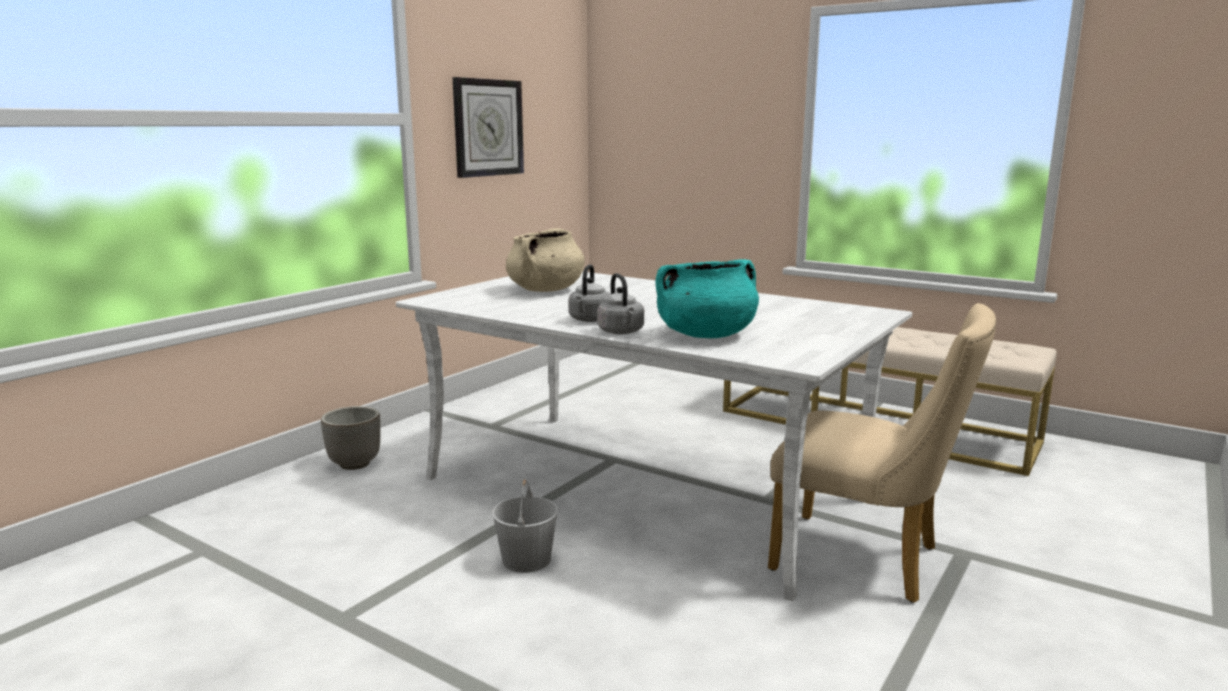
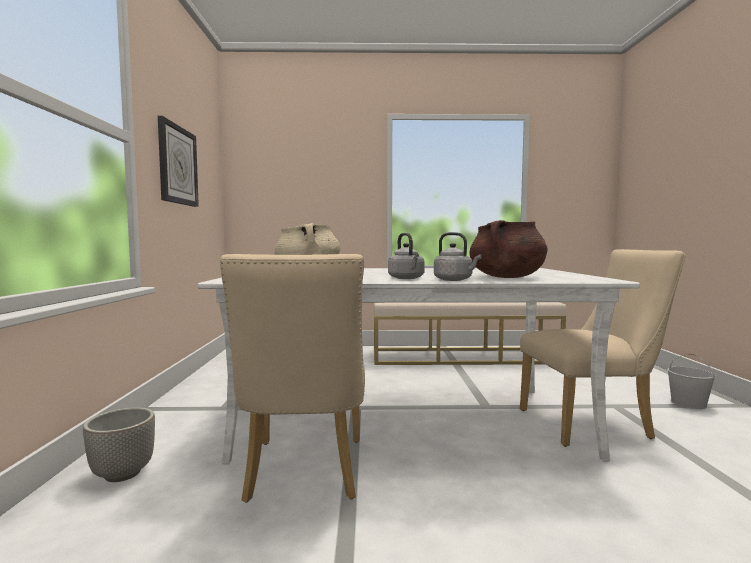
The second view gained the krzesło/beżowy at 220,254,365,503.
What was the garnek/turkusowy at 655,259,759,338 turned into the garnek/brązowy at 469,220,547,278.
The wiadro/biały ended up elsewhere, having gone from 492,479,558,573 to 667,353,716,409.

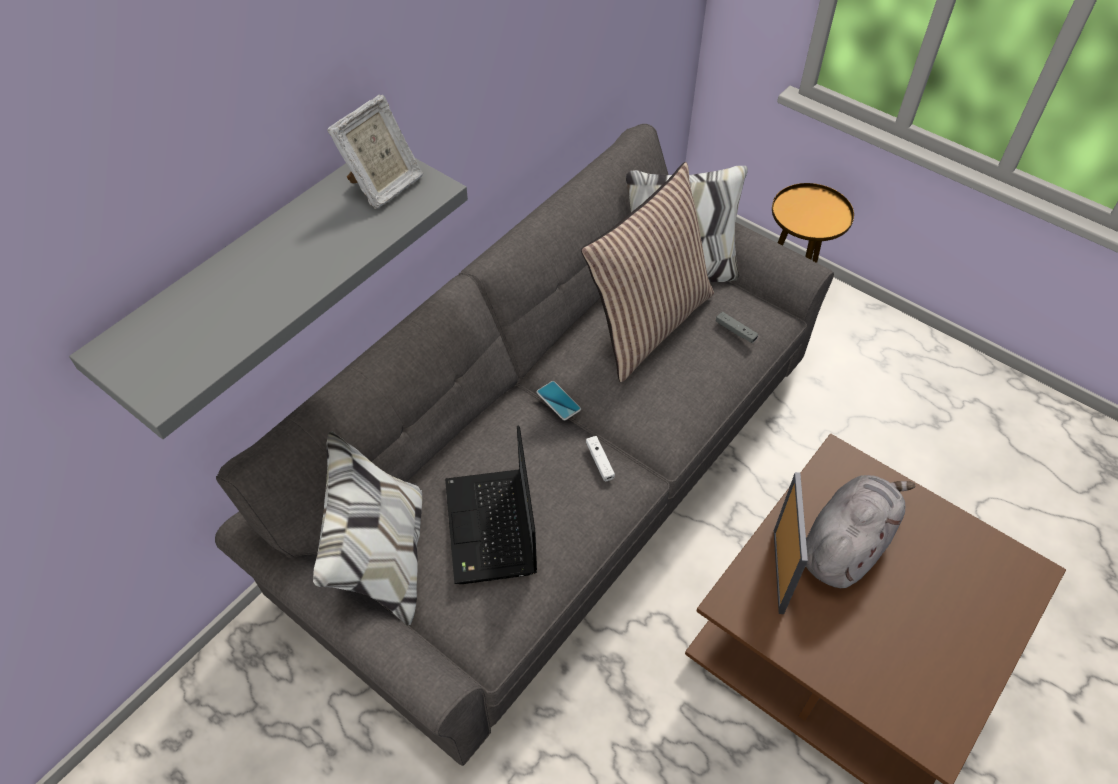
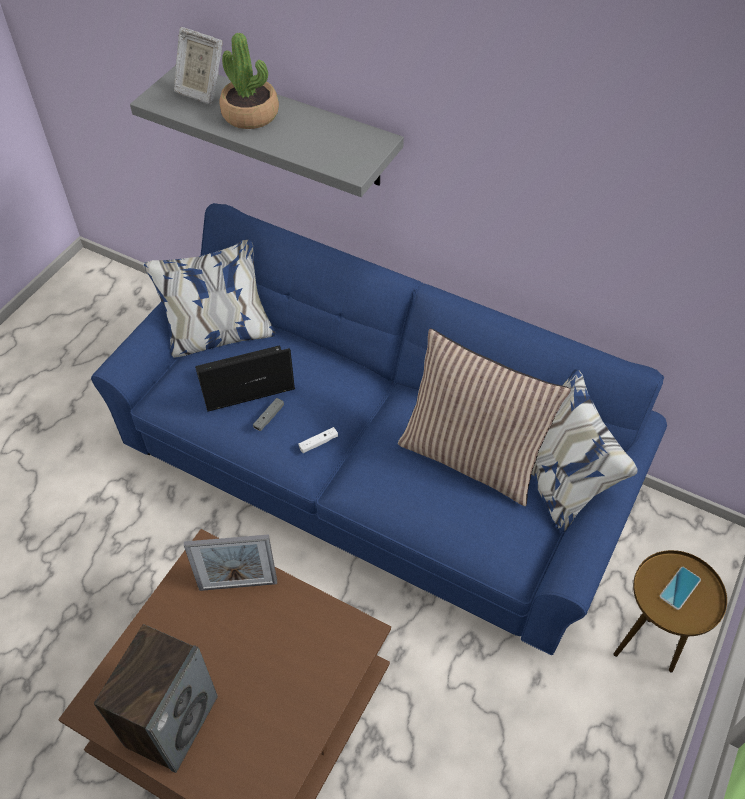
What was the kanapa/szary at 215,124,834,766 turned into the kanapa/niebieski at 91,203,667,655.
The second view gained the głośnik at 94,624,218,773.
The ramka na zdjęcie ended up elsewhere, having gone from 327,94,423,209 to 174,27,223,105.
The second view gained the roślina doniczkowa at 219,33,279,129.
The pad do gier/szary ended up elsewhere, having gone from 716,312,758,343 to 253,398,284,431.
The telefon ended up elsewhere, having gone from 536,381,581,420 to 660,567,701,610.
The second view lost the pluszak/szary at 806,475,916,588.

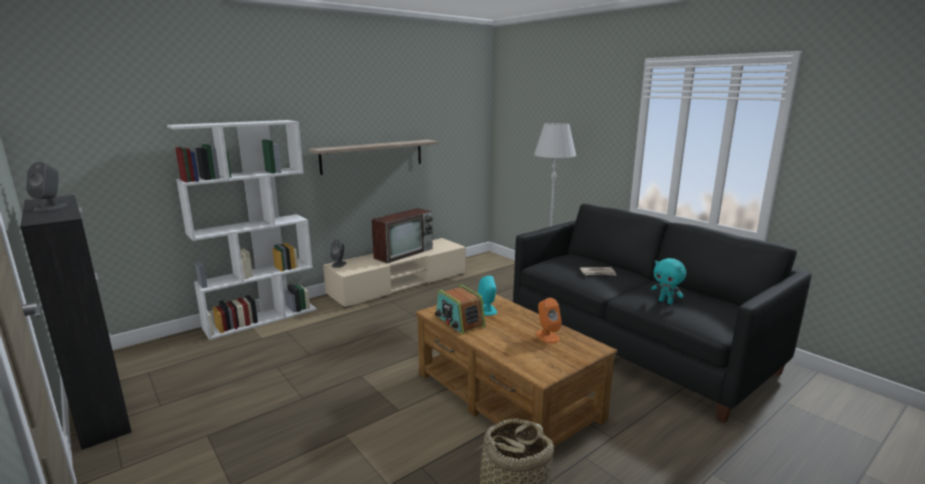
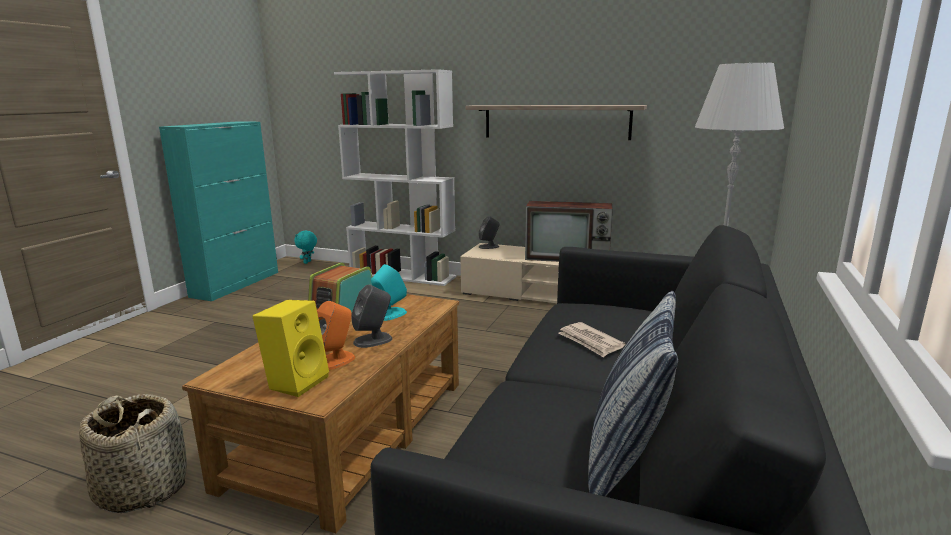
What was the szafka/czarny at 20,195,132,450 turned into the szafka/turkusowy at 159,121,278,301.
The second view gained the głośnik/żółty at 252,300,329,397.
The pluszak/turkusowy ended up elsewhere, having gone from 651,258,686,304 to 294,230,317,264.
The głośnik/szary ended up elsewhere, having gone from 26,162,67,211 to 351,284,392,348.
The second view gained the poduszka at 588,291,678,497.

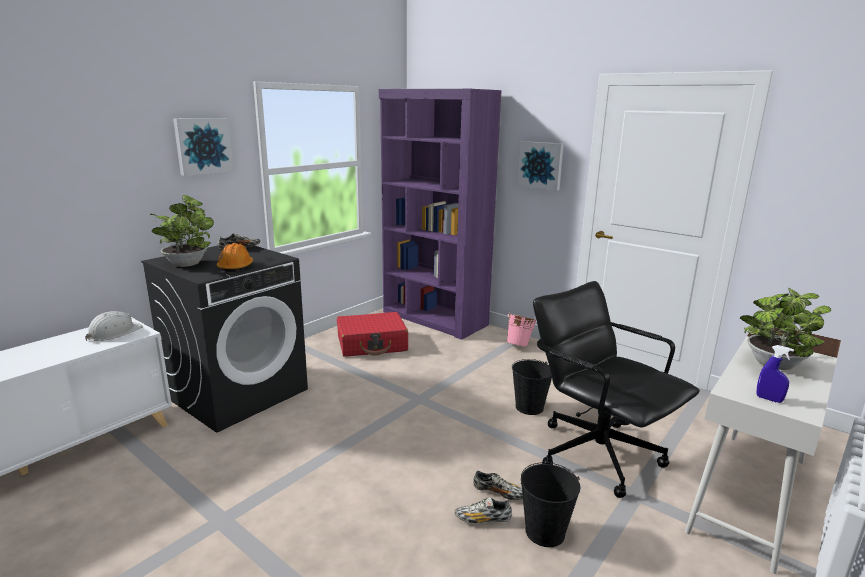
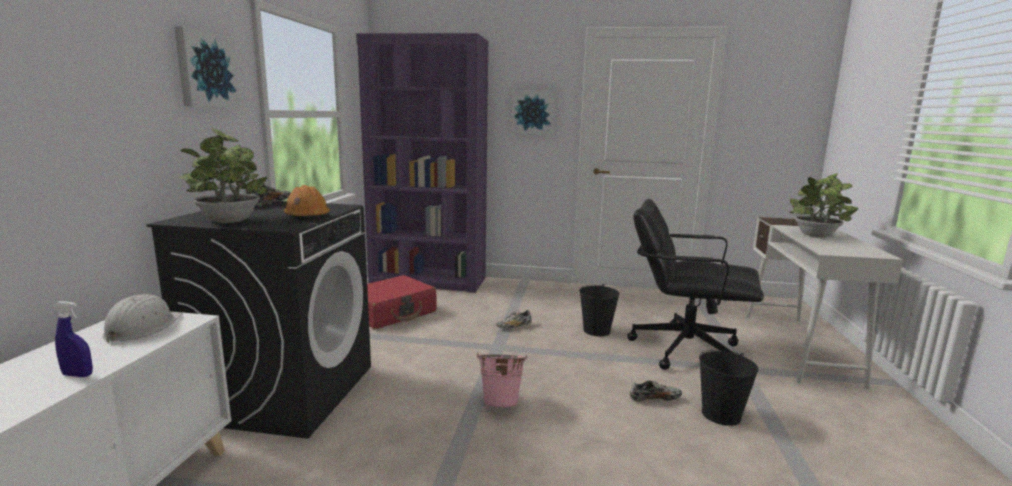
The spryskiwacz/niebieski ended up elsewhere, having gone from 757,345,794,403 to 53,301,93,377.
The wiadro/różowy ended up elsewhere, having gone from 507,312,537,347 to 477,352,528,408.
The but ended up elsewhere, having gone from 455,497,512,524 to 496,310,532,328.

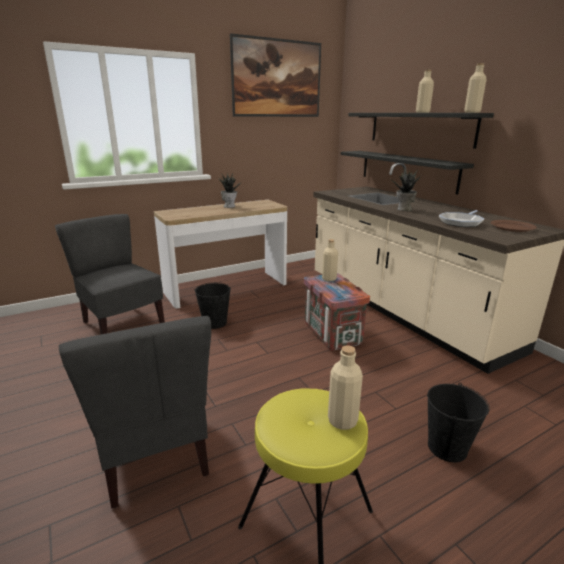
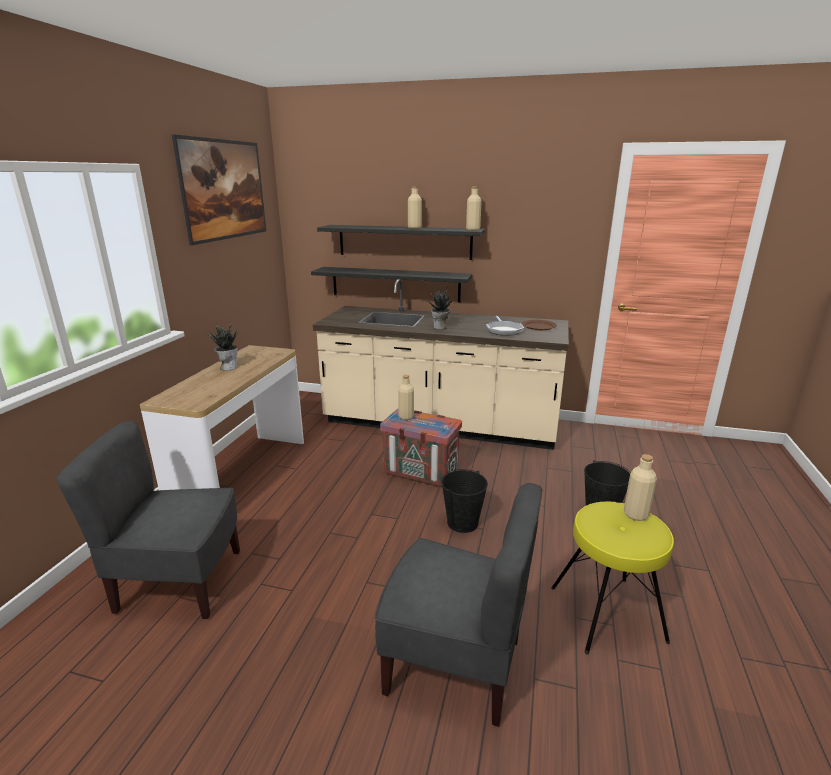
The wiadro/czarny ended up elsewhere, having gone from 194,282,231,329 to 441,469,488,533.

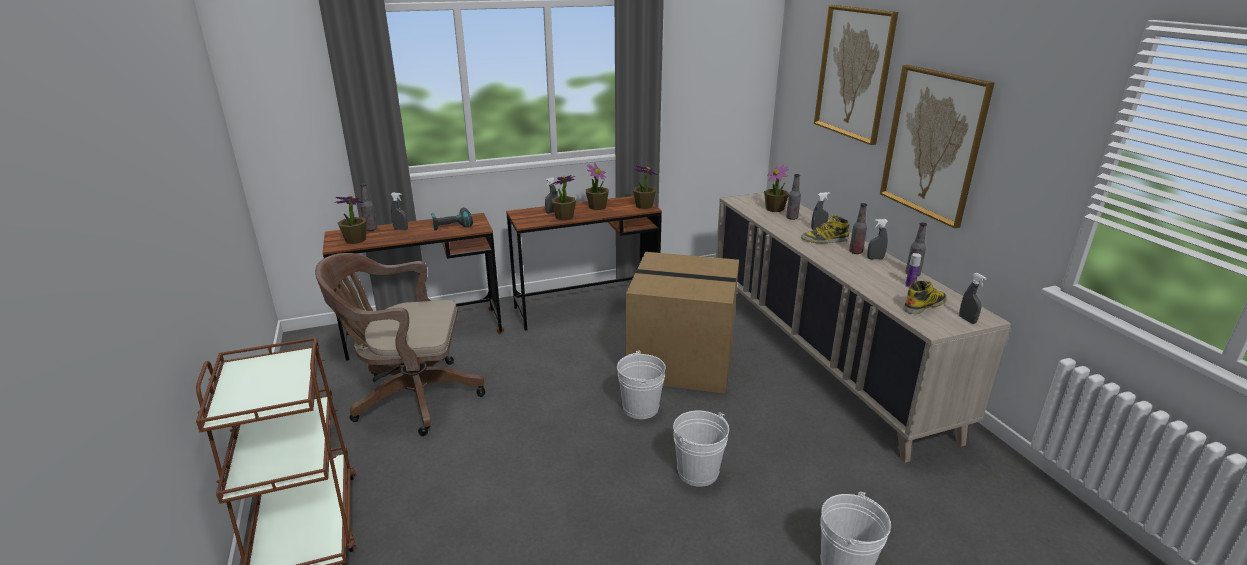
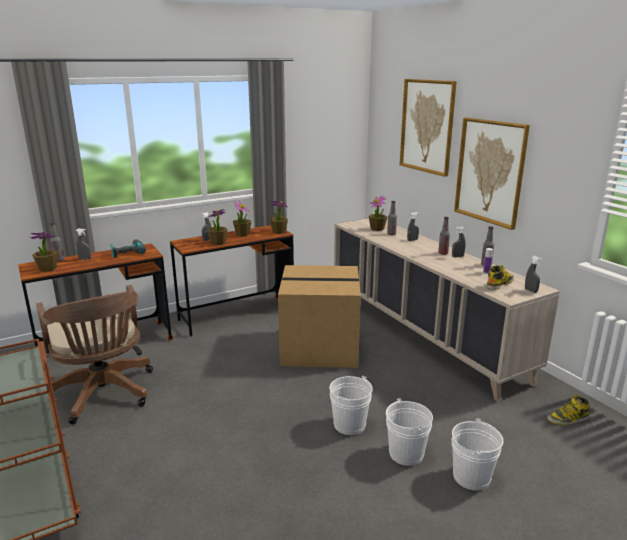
The krzesło biurowe/brązowy at 315,253,485,436 ended up facing another way, 105 degrees counterclockwise from before.
The wiadro/biały ended up elsewhere, having gone from 617,351,666,419 to 386,398,433,466.
The but z cholewką ended up elsewhere, having gone from 801,215,849,243 to 547,395,590,425.

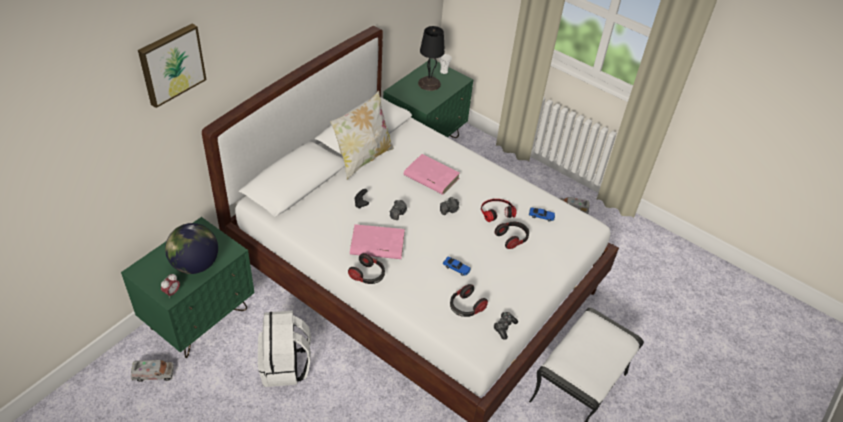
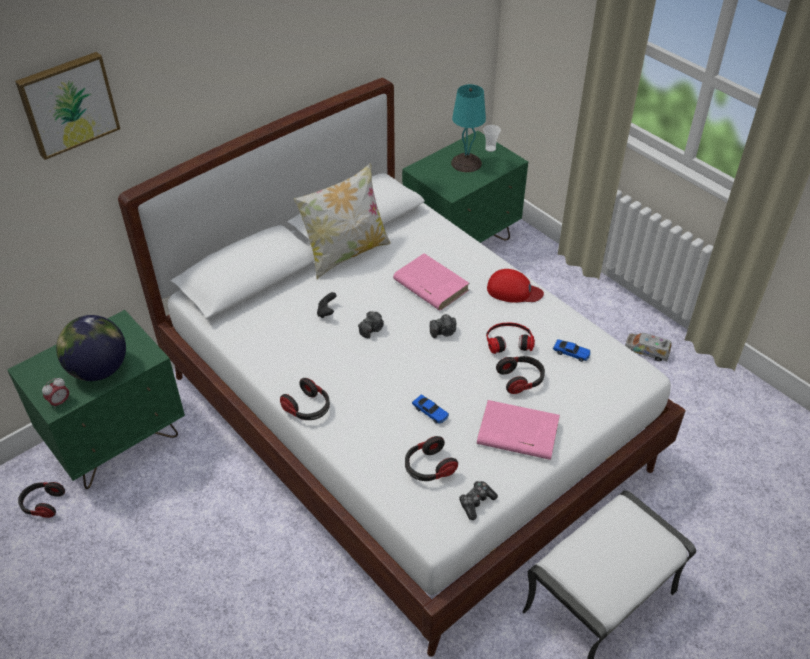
Where the ciężarówka zabawkowa stood at 131,360,174,382, the słuchawki came to stand at 18,482,65,518.
What was the lampa stołowa/czarny at 418,26,445,91 turned into the lampa stołowa/turkusowy at 451,84,486,172.
The książka/różowy ended up elsewhere, having gone from 350,224,405,259 to 477,400,560,460.
The second view gained the czapka z daszkiem/czerwony at 487,269,544,303.
The second view lost the plecak/biały at 258,311,311,387.

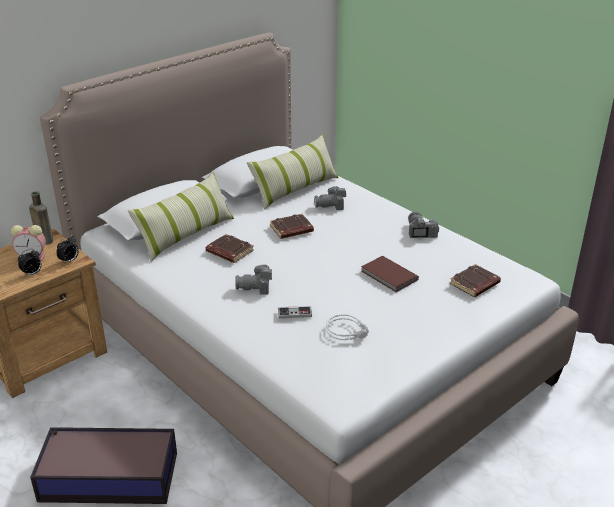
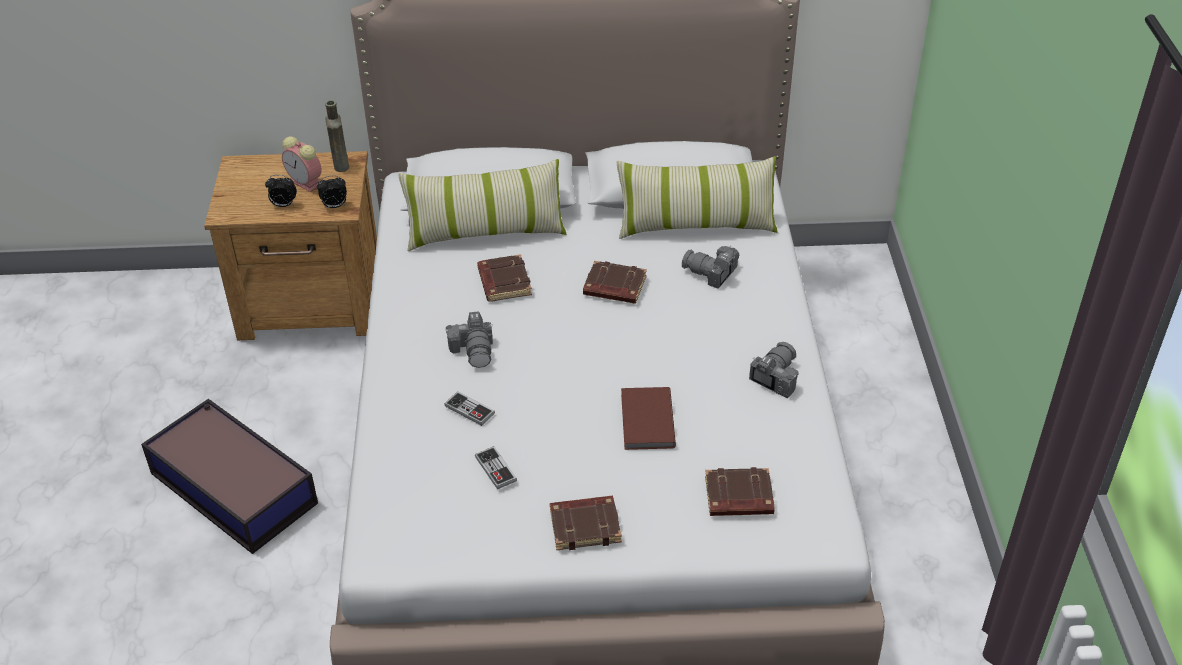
The aparat fotograficzny at 235,264,272,295 ended up facing another way, 135 degrees counterclockwise from before.
Where the słuchawki/szary stood at 326,314,368,340, the pad do gier came to stand at 475,446,517,489.
The second view gained the książka/brązowy at 550,496,622,550.

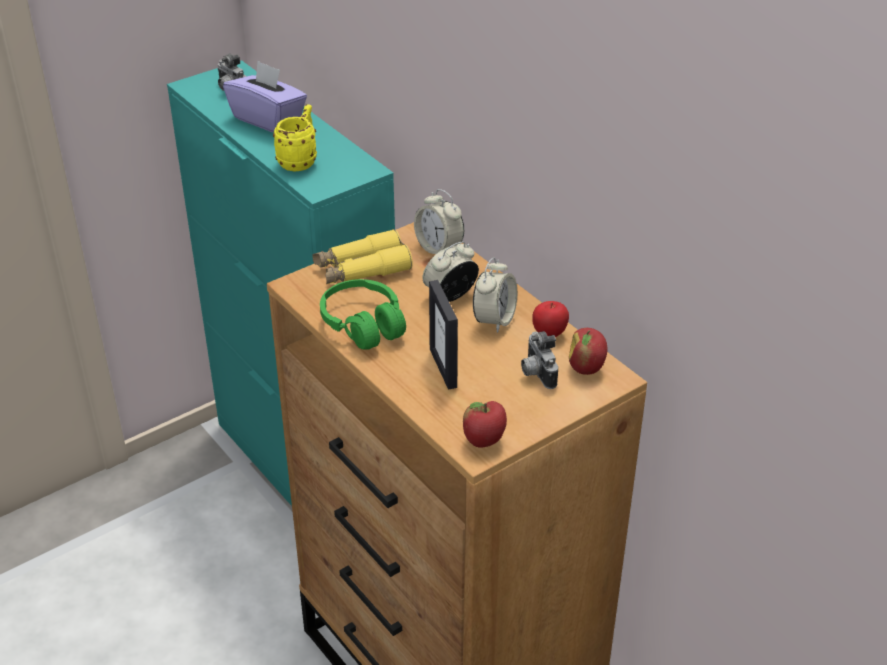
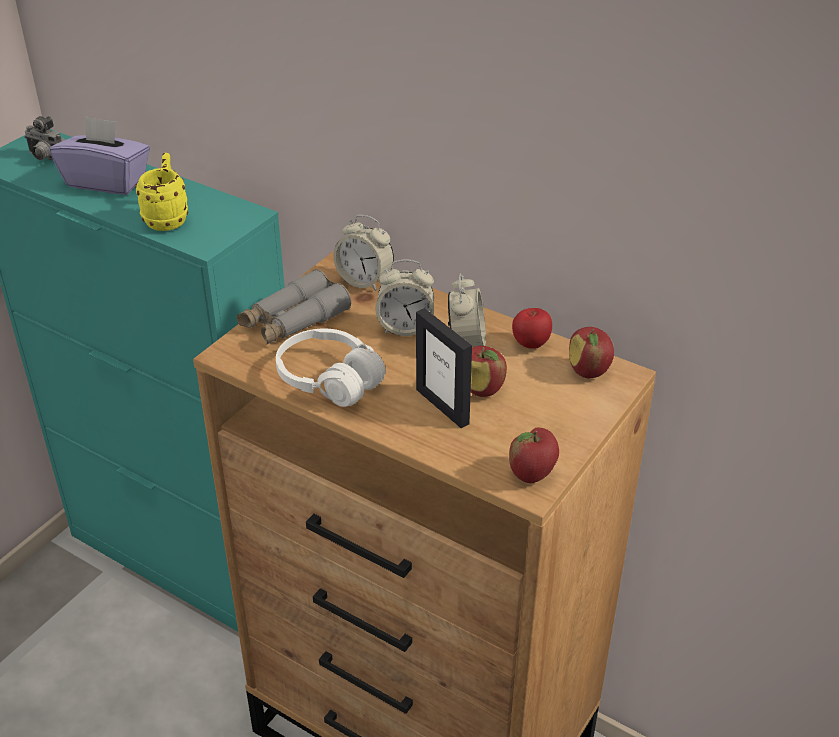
What was the lornetka/żółty at 312,229,413,284 turned into the lornetka/szary at 237,269,351,345.
What was the słuchawki/zielony at 320,279,406,350 turned into the słuchawki/biały at 276,329,386,407.
The budzik at 423,241,479,302 ended up facing another way, 120 degrees counterclockwise from before.
The second view gained the jabłko at 471,346,507,397.
The second view lost the aparat fotograficzny at 521,331,558,389.

